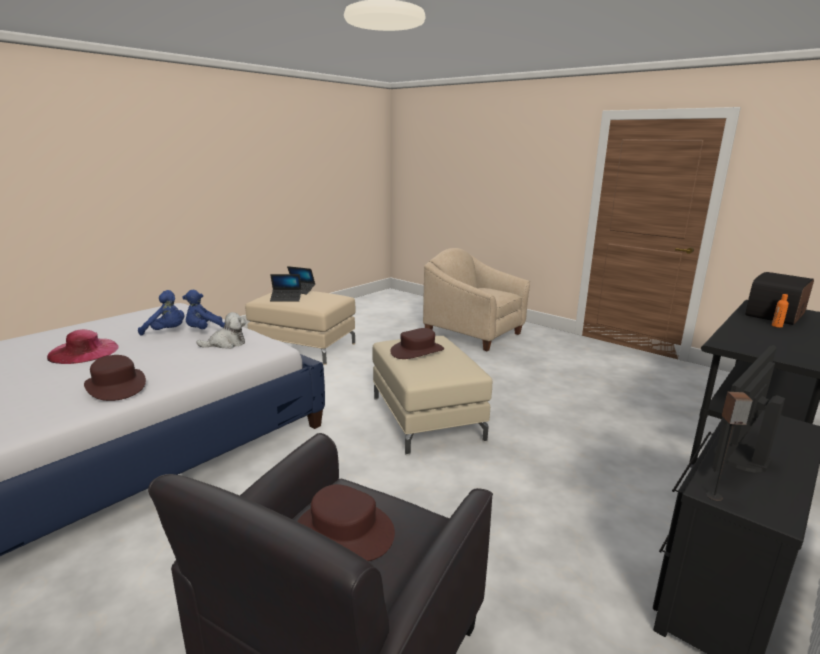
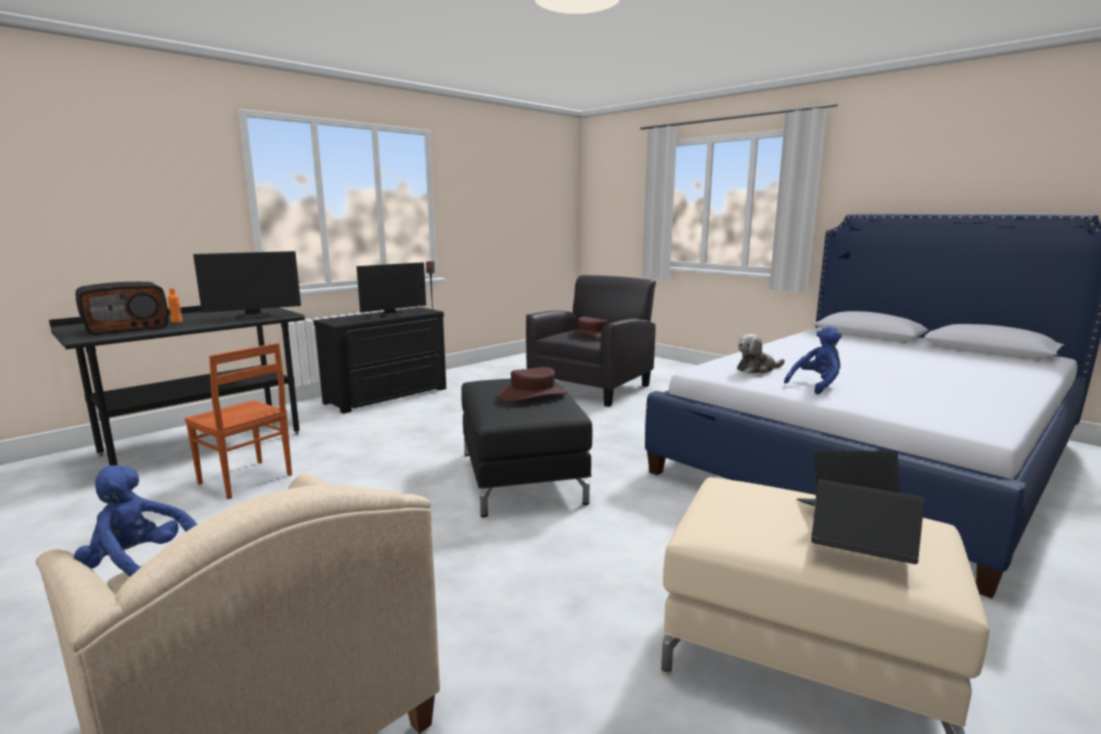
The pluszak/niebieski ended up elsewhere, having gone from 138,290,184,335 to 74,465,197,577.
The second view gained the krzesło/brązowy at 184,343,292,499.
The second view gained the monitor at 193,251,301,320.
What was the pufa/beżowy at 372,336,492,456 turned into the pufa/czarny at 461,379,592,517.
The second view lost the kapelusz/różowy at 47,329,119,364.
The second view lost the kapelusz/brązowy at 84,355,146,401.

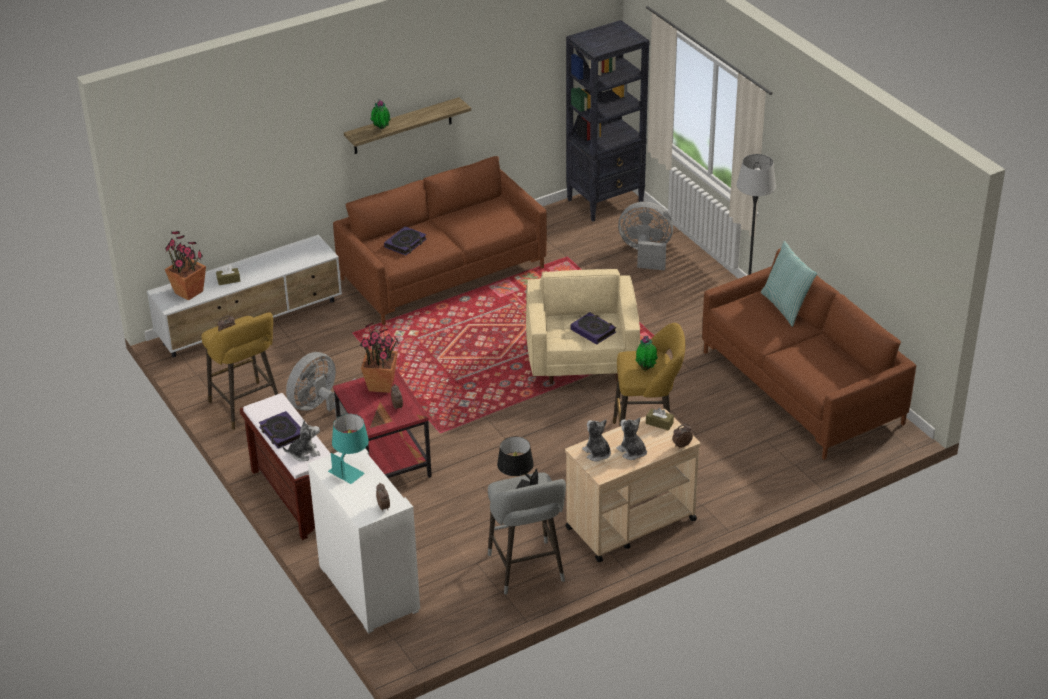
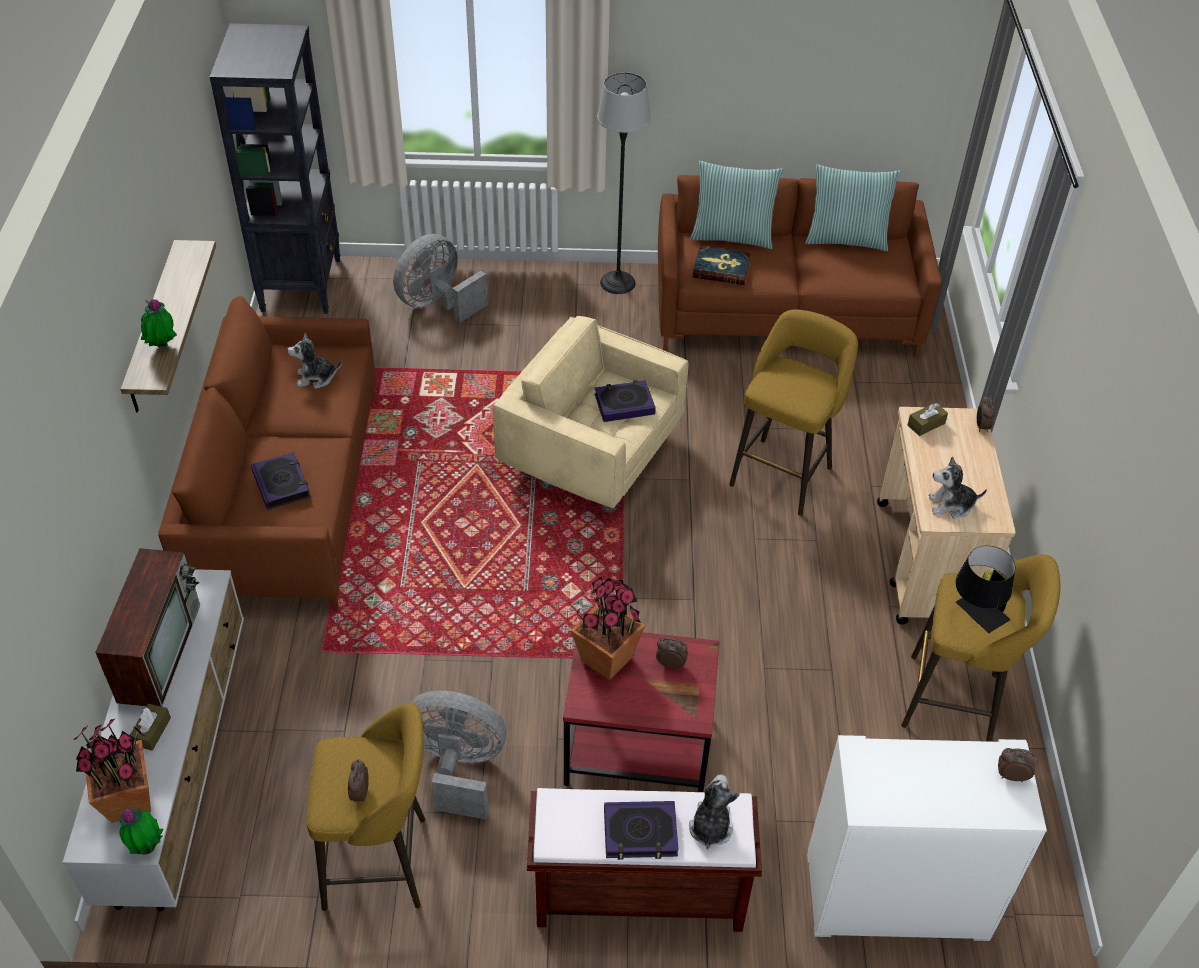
The second view gained the telewizor at 95,548,200,707.
The roślina doniczkowa ended up elsewhere, having gone from 636,336,658,370 to 119,808,164,855.
The pluszak ended up elsewhere, having gone from 616,418,647,460 to 287,333,342,389.
The wentylator/szary at 286,352,356,418 ended up facing another way, 120 degrees clockwise from before.
The second view gained the książka at 692,246,751,285.
The second view gained the poduszka at 805,165,901,251.
What was the stołek/szary at 488,473,566,595 turned into the stołek/żółty at 901,554,1060,742.
The second view lost the lampa stołowa/turkusowy at 328,414,369,484.

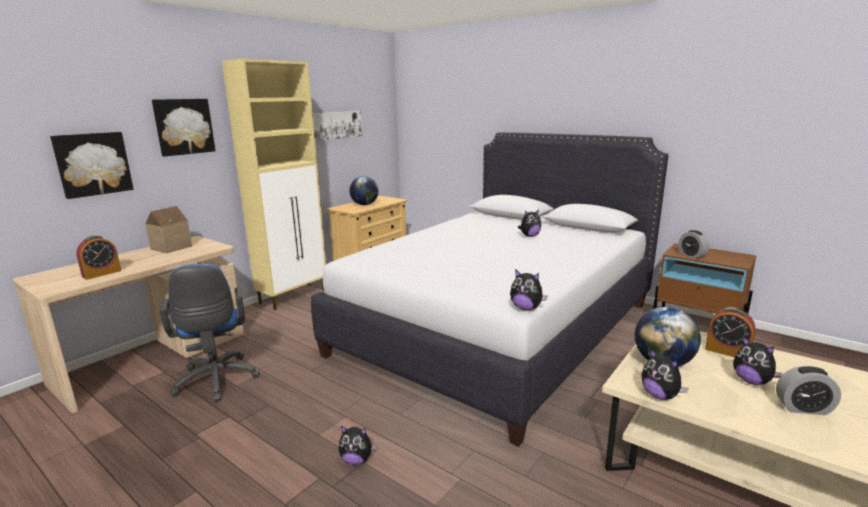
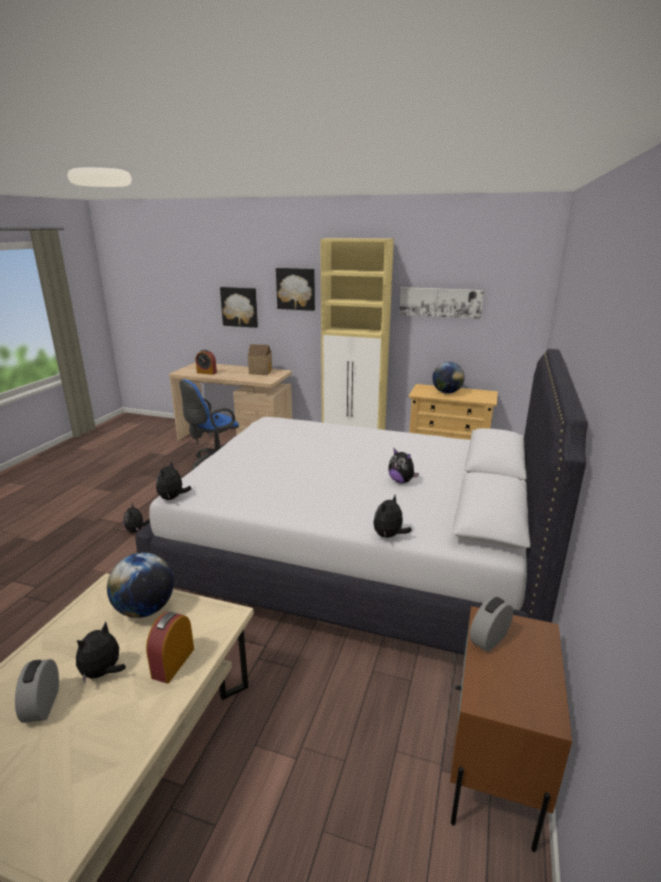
The pluszak ended up elsewhere, having gone from 641,349,689,400 to 373,495,412,539.

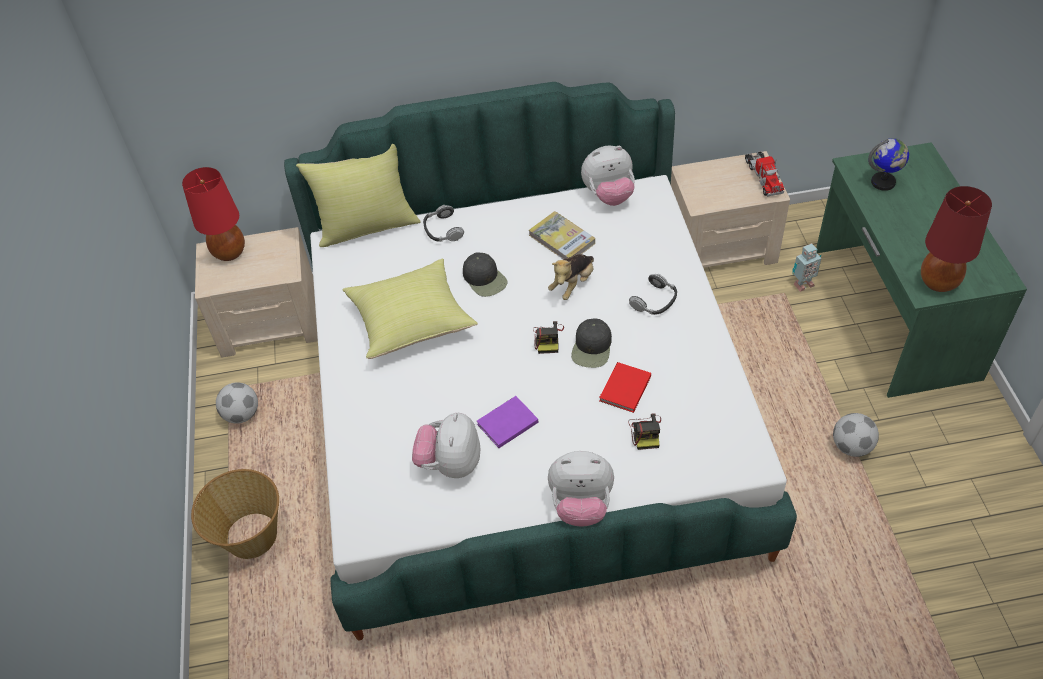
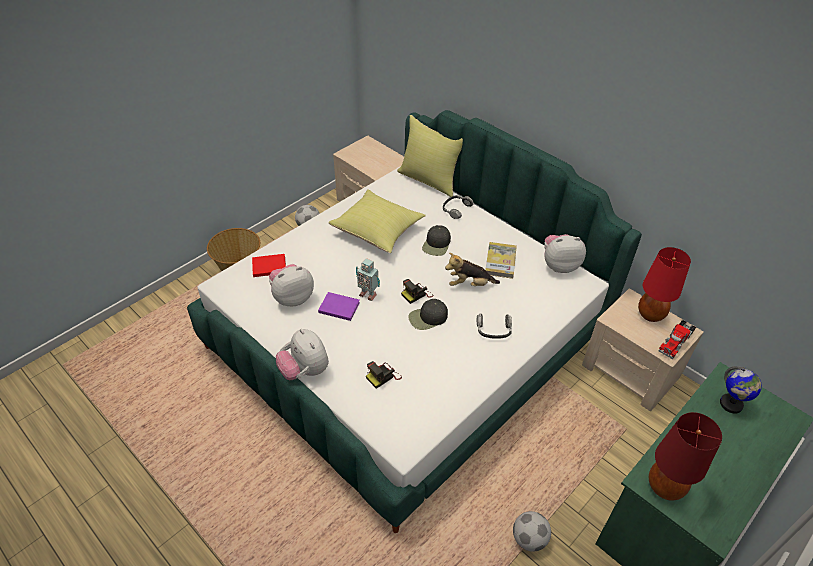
The książka/czerwony ended up elsewhere, having gone from 599,362,651,413 to 252,254,286,277.
The robot zabawkowy ended up elsewhere, having gone from 792,243,822,292 to 356,258,380,301.
The pluszak at 581,146,635,206 ended up facing another way, 135 degrees clockwise from before.
The lampa stołowa/czerwony ended up elsewhere, having gone from 182,167,245,261 to 638,247,691,322.

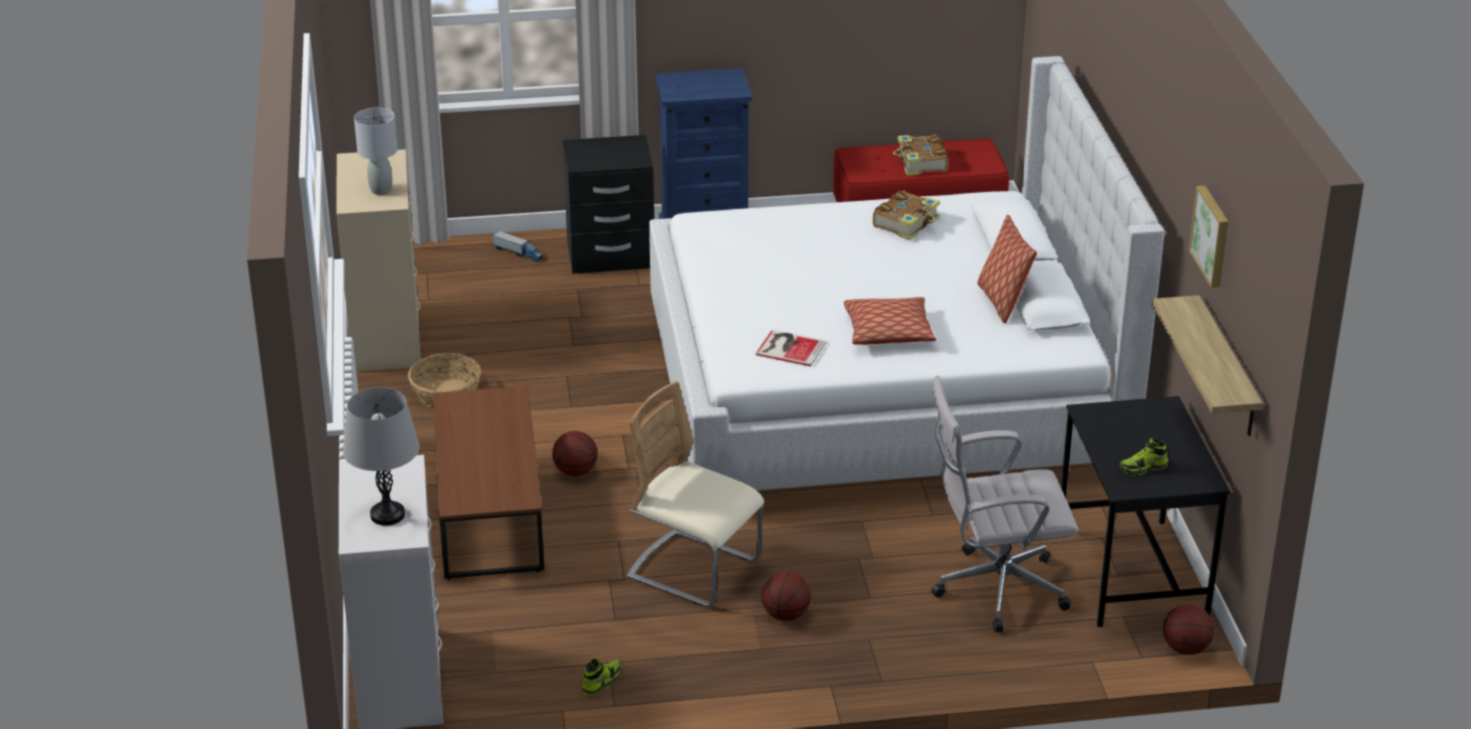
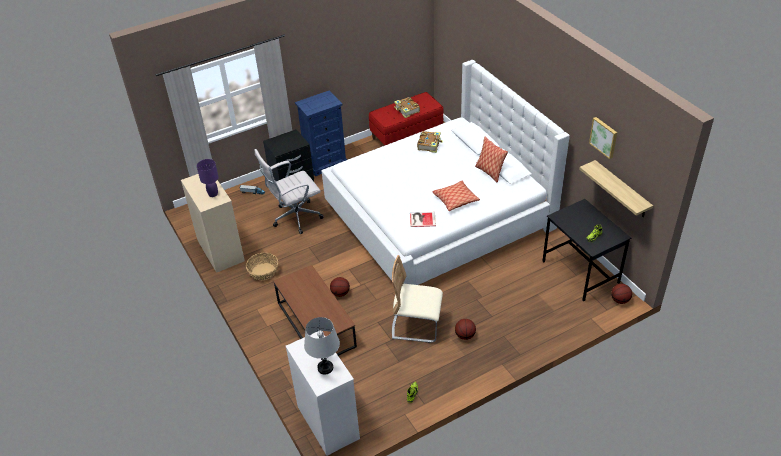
What was the lampa stołowa/szary at 354,107,397,195 turned into the lampa stołowa/fioletowy at 197,159,219,197.
The krzesło biurowe/biały ended up elsewhere, having gone from 932,376,1079,632 to 255,149,324,234.

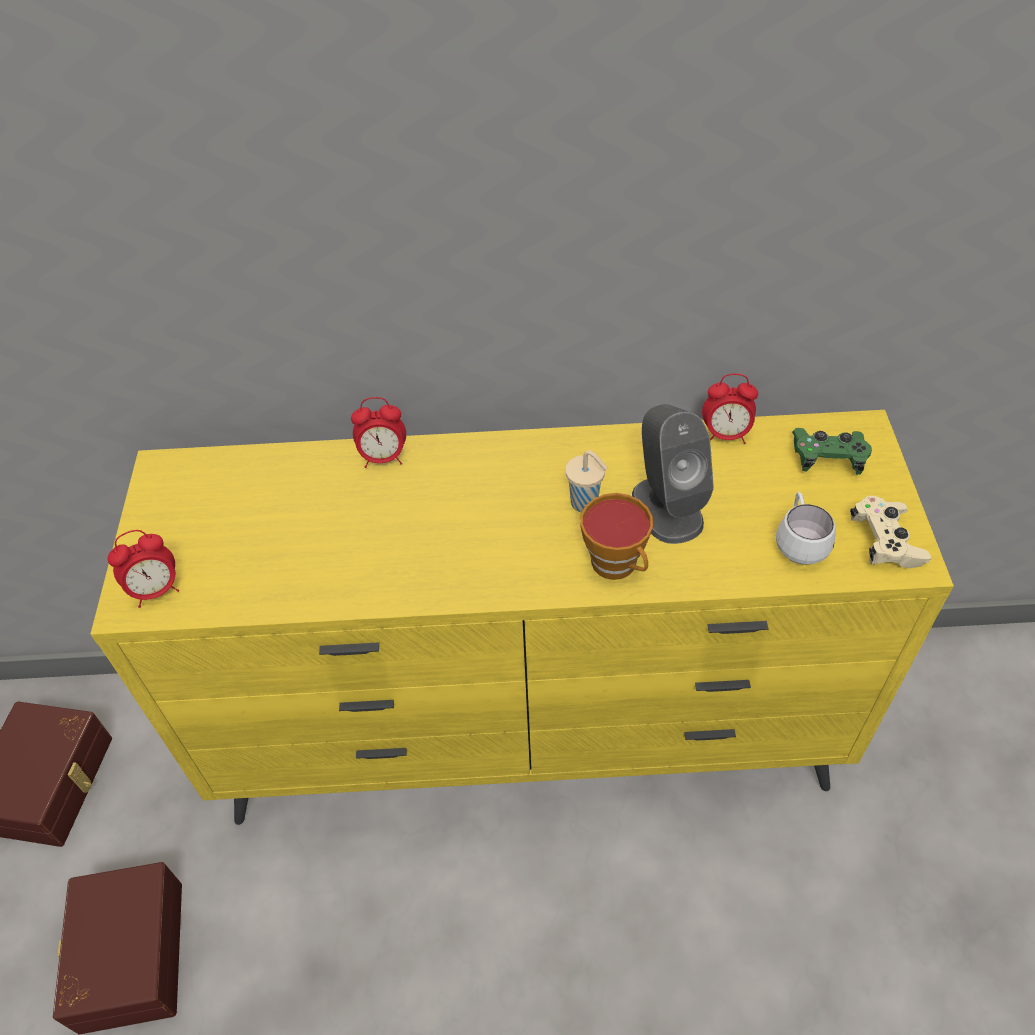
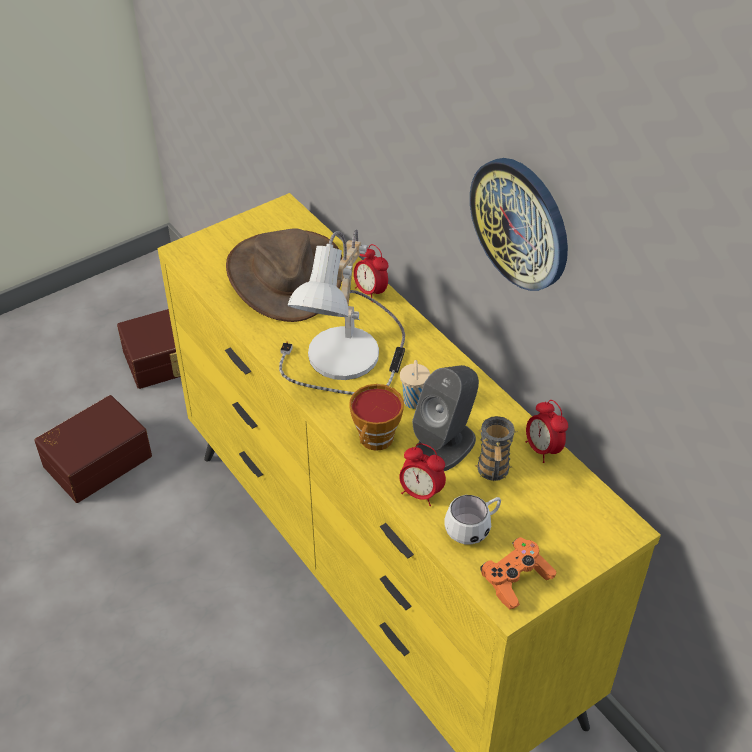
The second view gained the kapelusz/brązowy at 226,228,342,322.
The second view gained the lampa stołowa at 279,229,405,395.
The budzik ended up elsewhere, having gone from 108,530,179,608 to 399,443,446,506.
The second view gained the zegar ścienny at 470,158,568,291.
The second view gained the kubek at 475,416,517,481.
What was the pad do gier/beżowy at 850,496,931,568 turned into the pad do gier/pomarańczowy at 480,537,556,610.
The second view lost the pad do gier/zielony at 792,428,872,475.

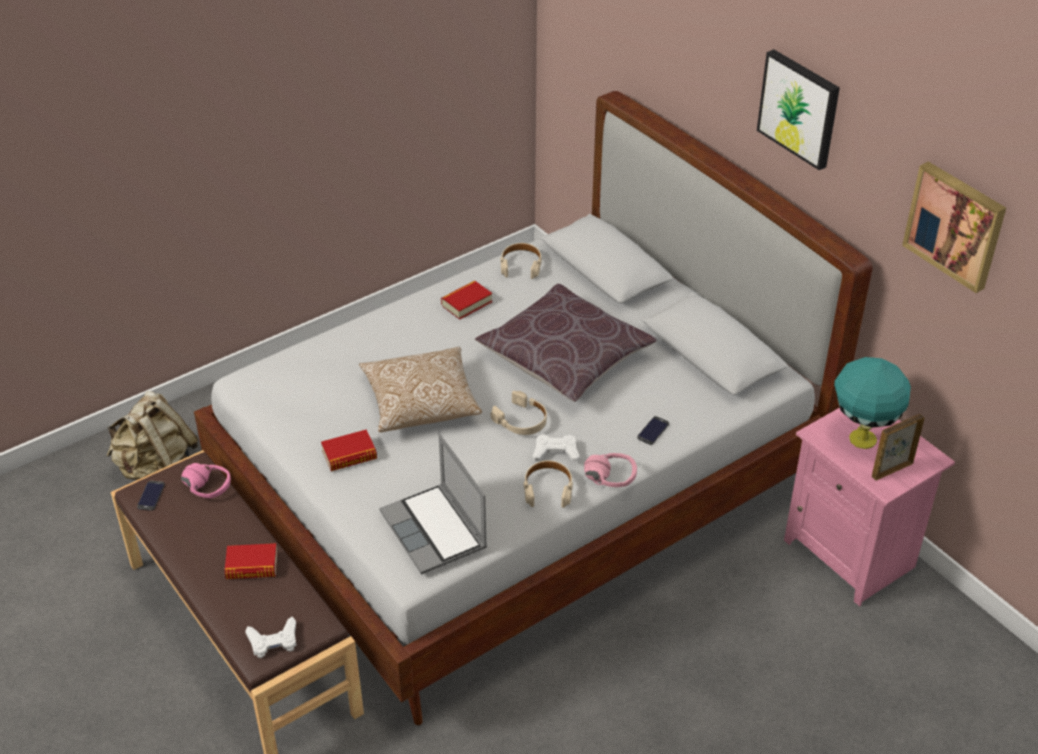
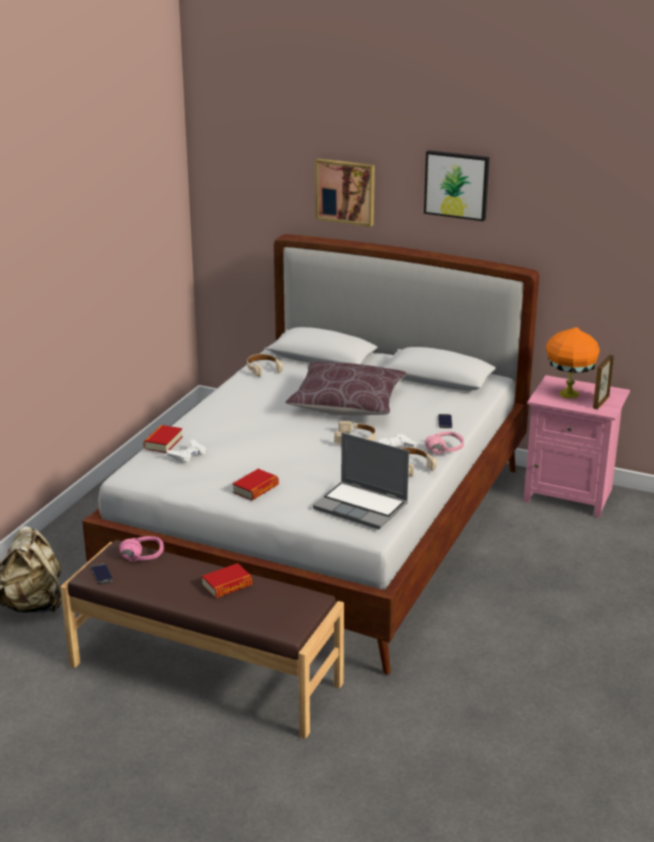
The książka ended up elsewhere, having gone from 441,280,492,320 to 143,425,183,453.
The pad do gier/biały ended up elsewhere, having gone from 245,617,297,658 to 167,439,206,464.
The obraz ended up elsewhere, having gone from 902,162,1006,293 to 315,158,375,227.
What was the lampa stołowa/turkusowy at 834,357,911,449 turned into the lampa stołowa/pomarańczowy at 546,327,600,399.
The second view lost the poduszka at 359,347,482,432.

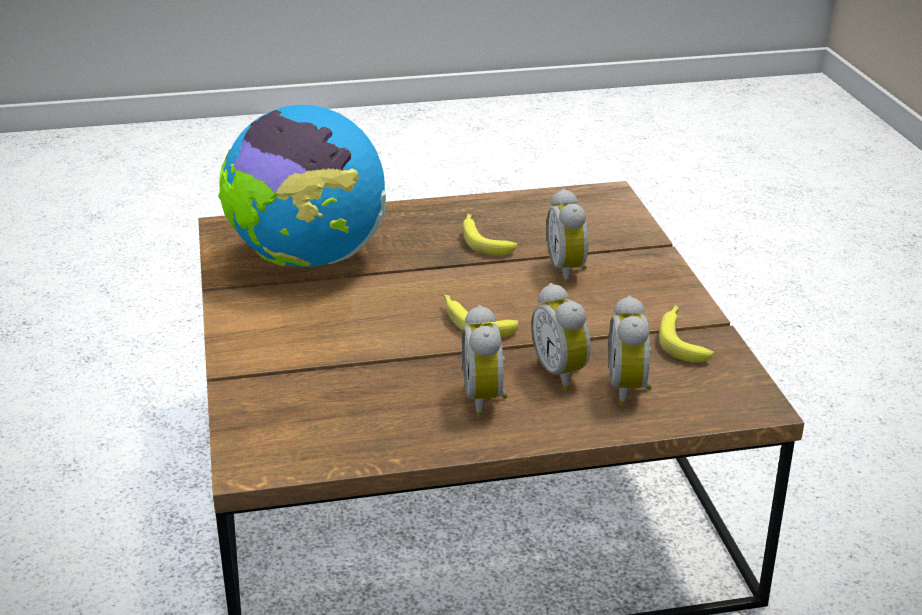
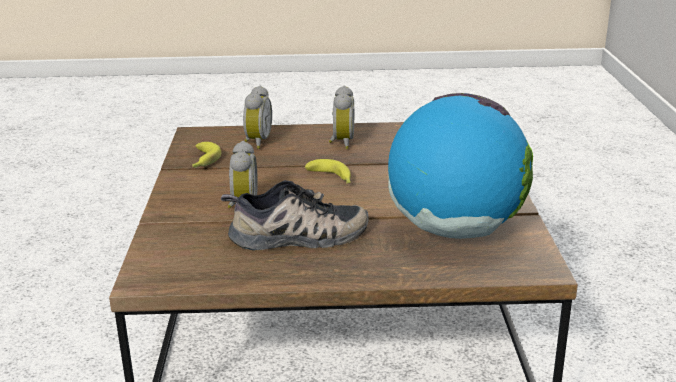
Where the banan stood at 463,213,517,255, the but came to stand at 221,180,368,250.
The second view lost the budzik at 531,283,591,391.

